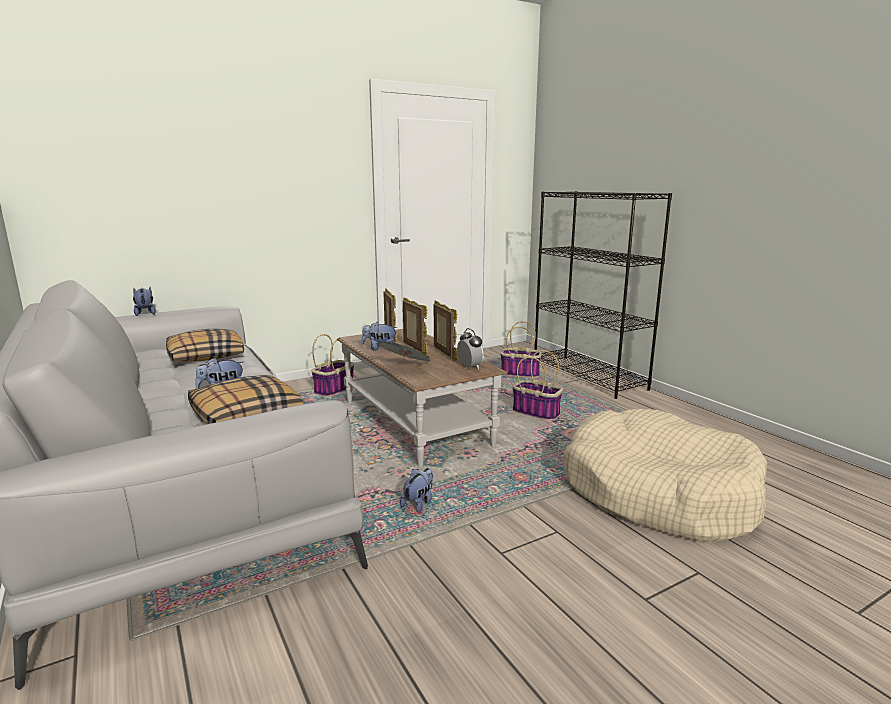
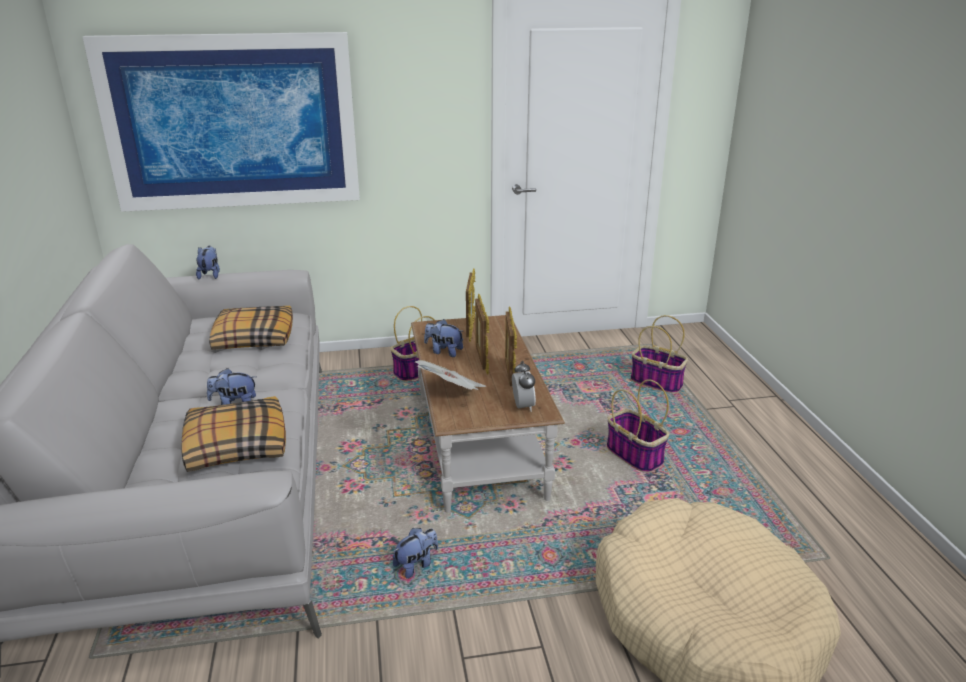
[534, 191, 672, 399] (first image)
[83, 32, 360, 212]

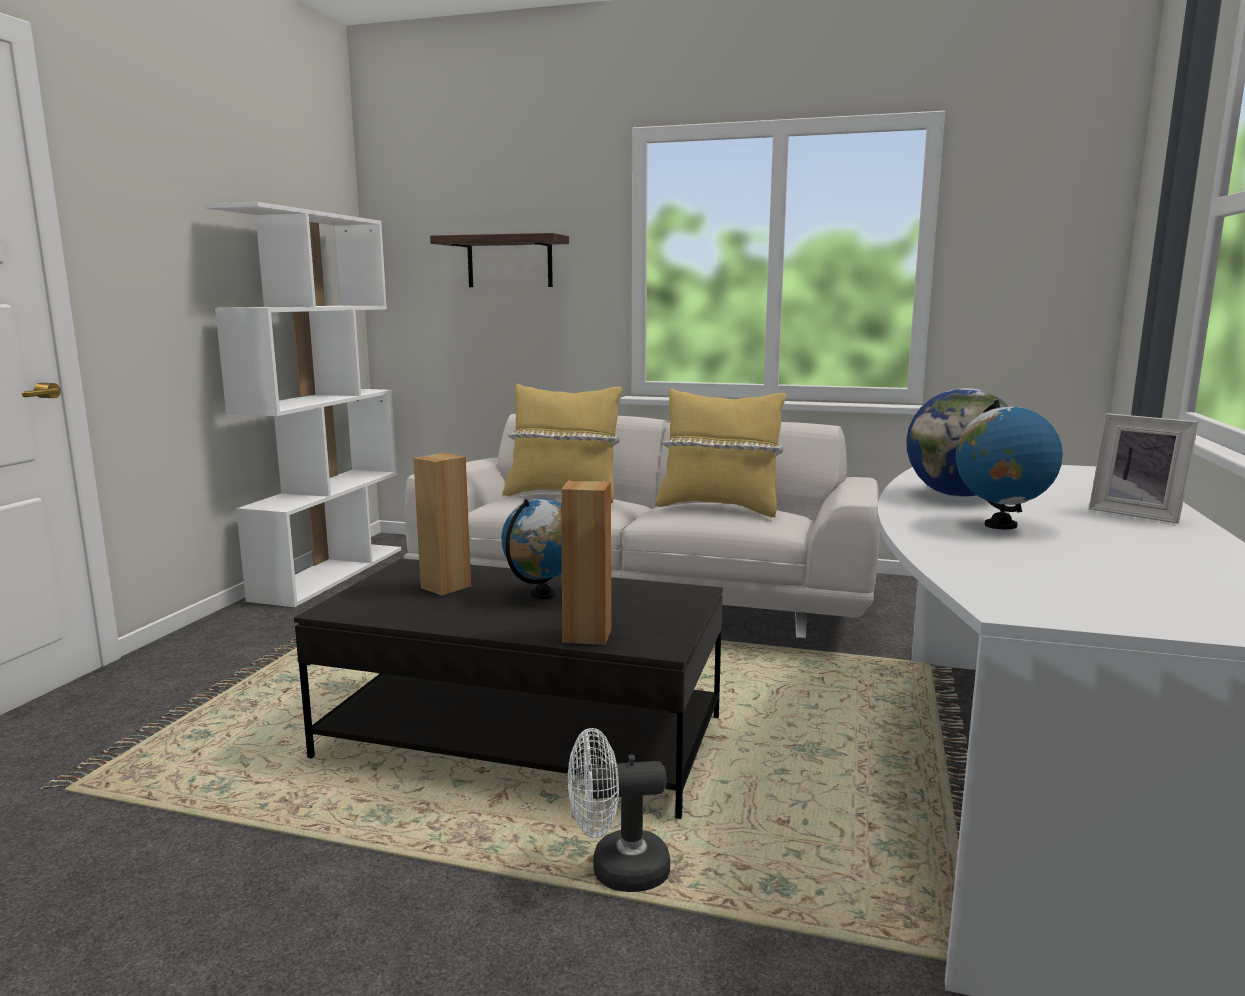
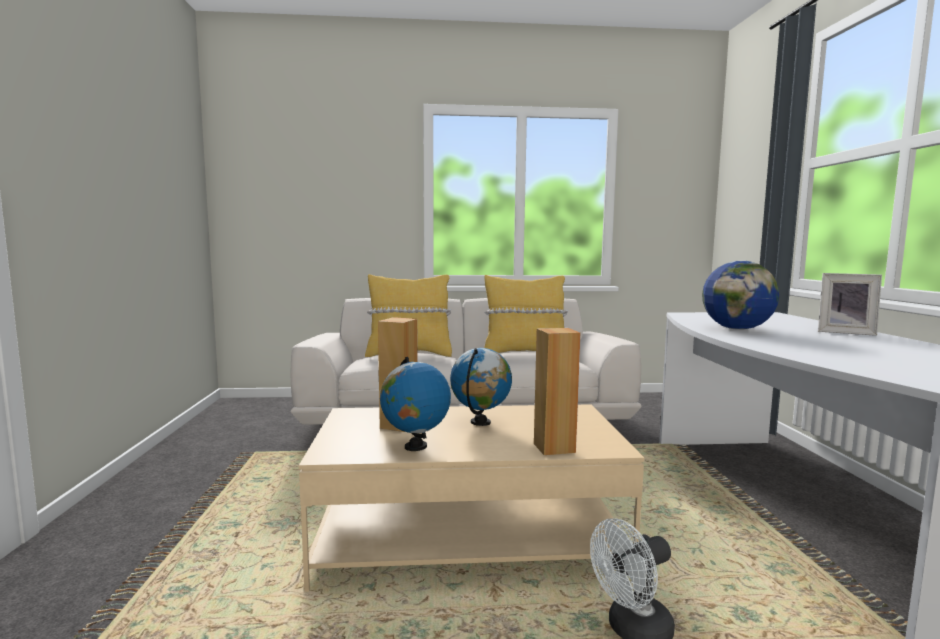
[204, 202, 401, 607] (first image)
[299, 404, 644, 592]
[430, 233, 569, 287] (first image)
[380, 357, 451, 451]

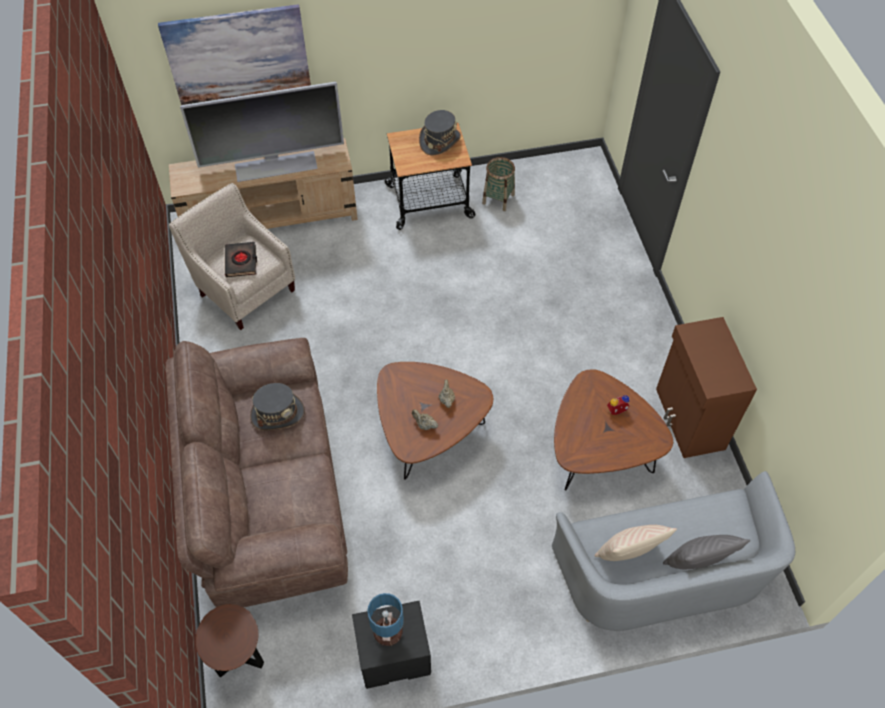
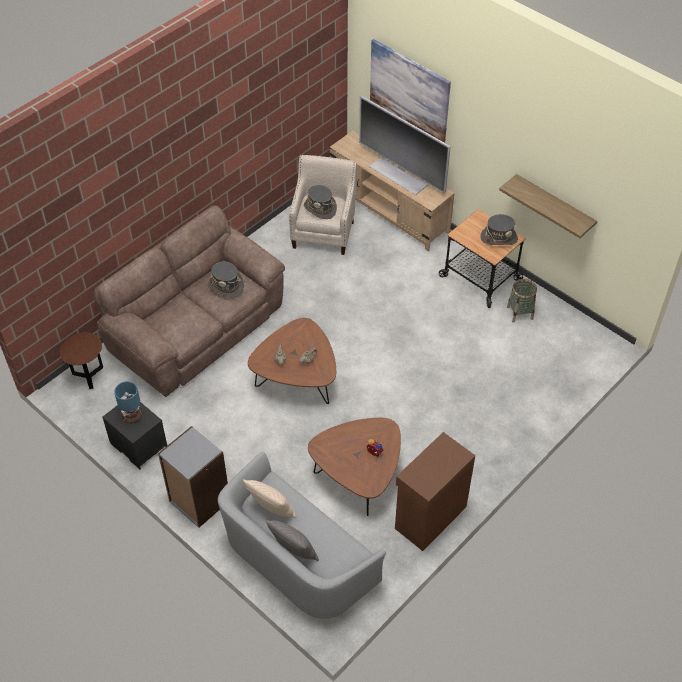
[304, 185, 337, 219]
[158, 426, 228, 528]
[499, 174, 597, 238]

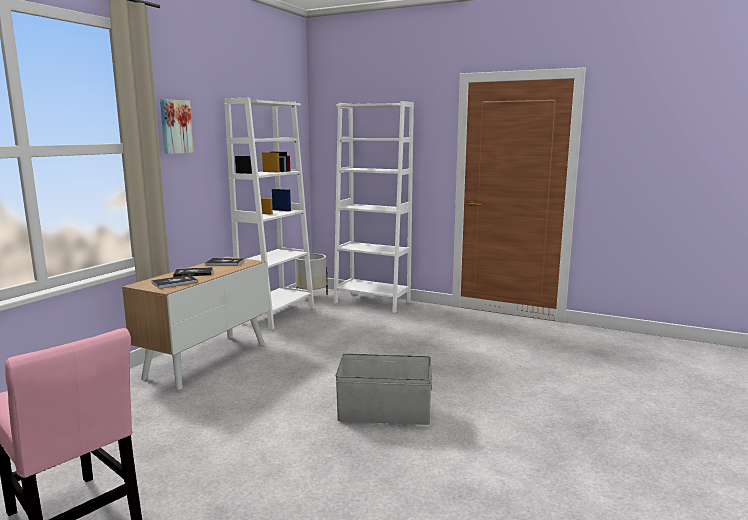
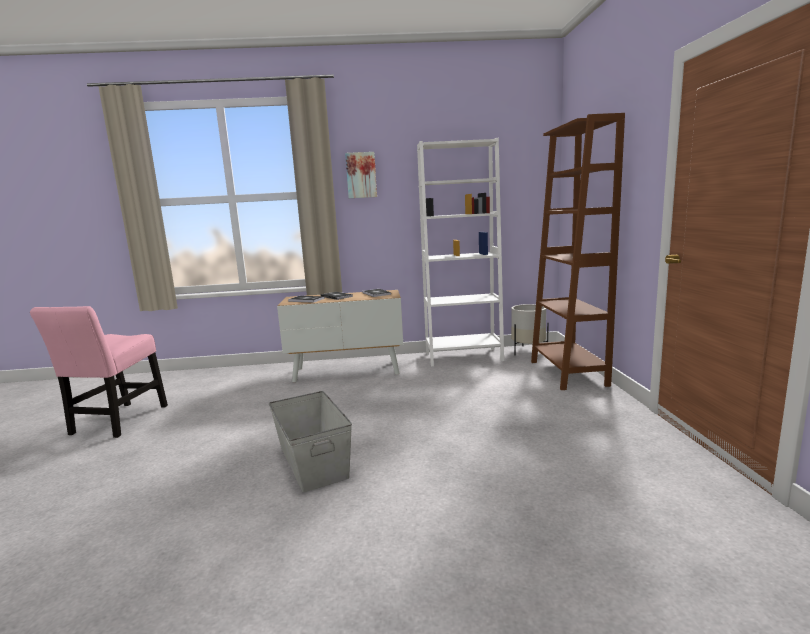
[531, 113, 625, 390]

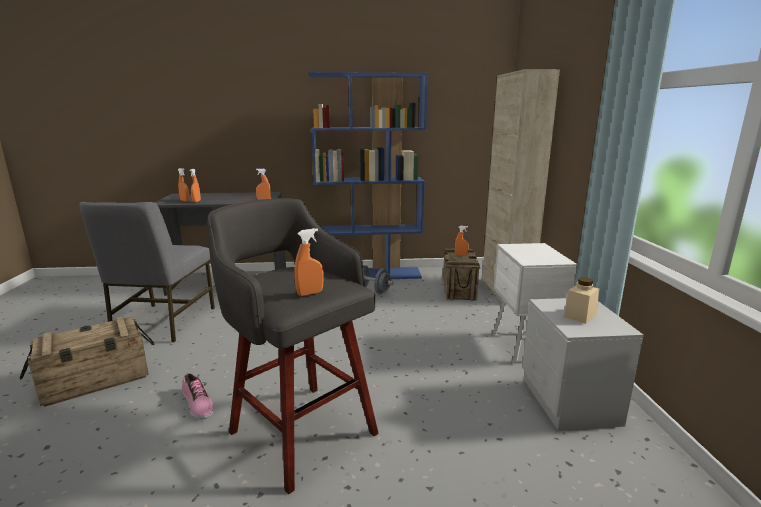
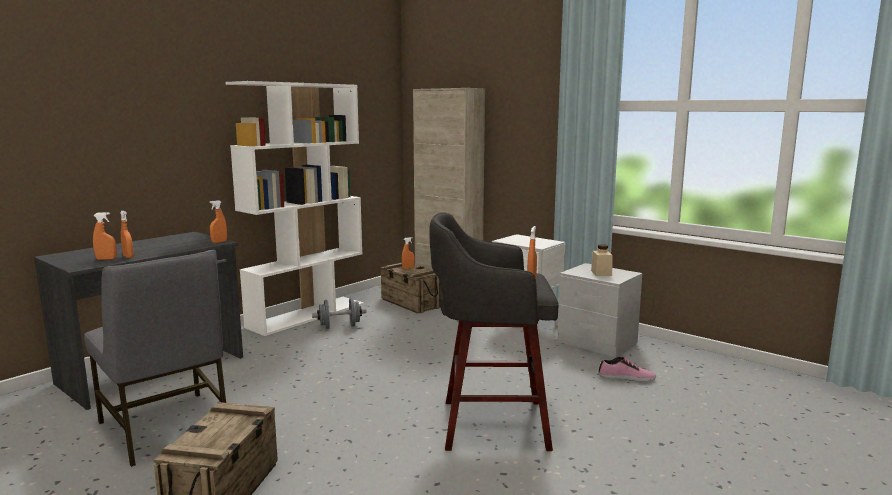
[598, 357, 656, 382]
[226, 81, 364, 336]

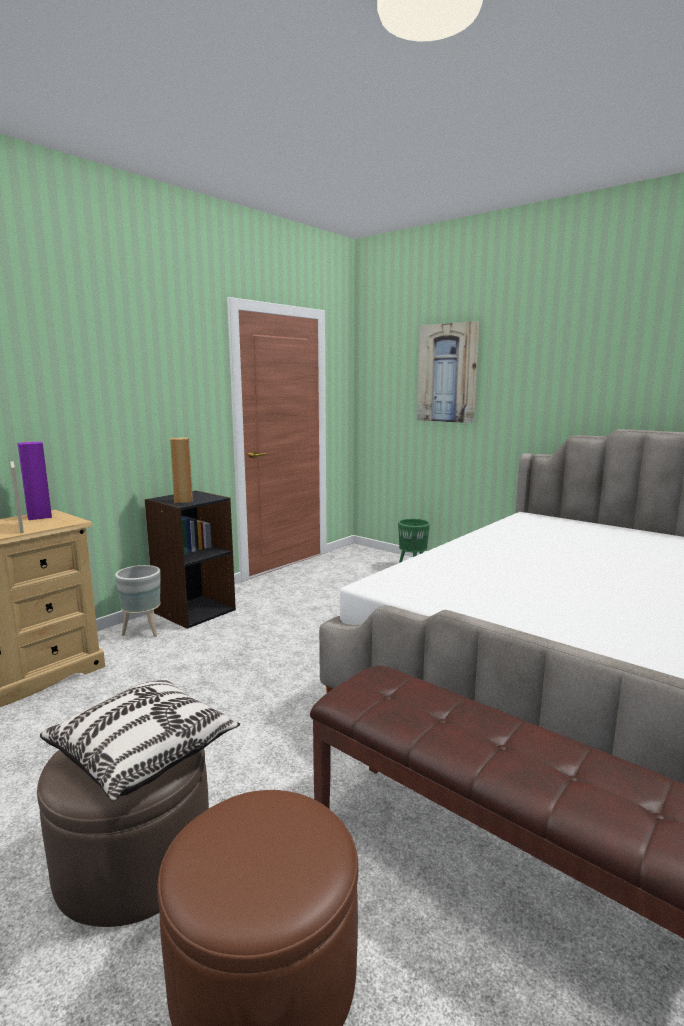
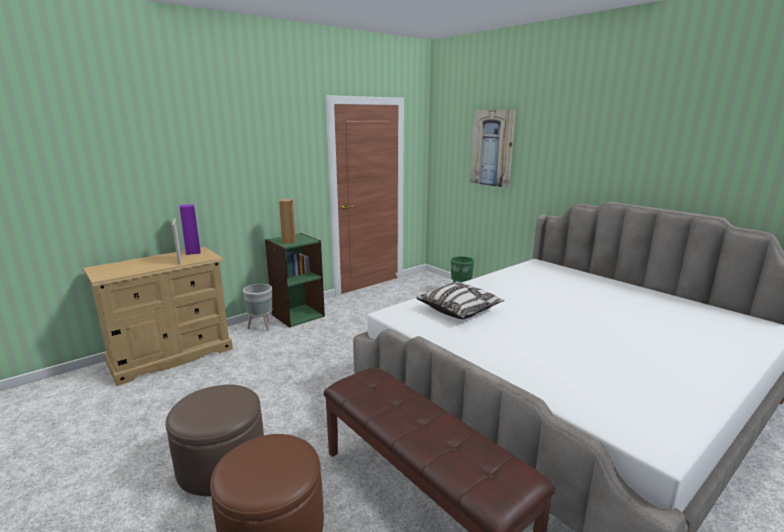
[417, 282, 504, 319]
[265, 233, 325, 328]

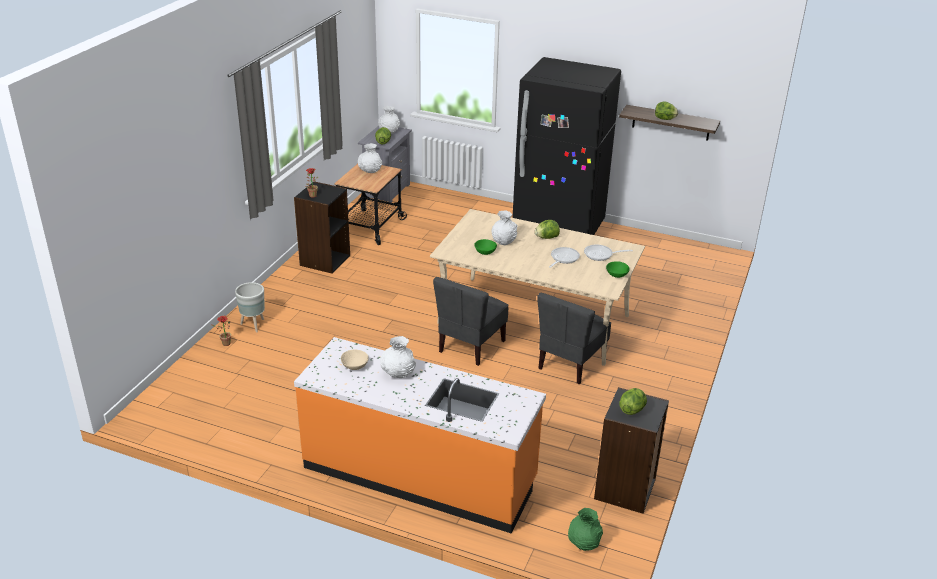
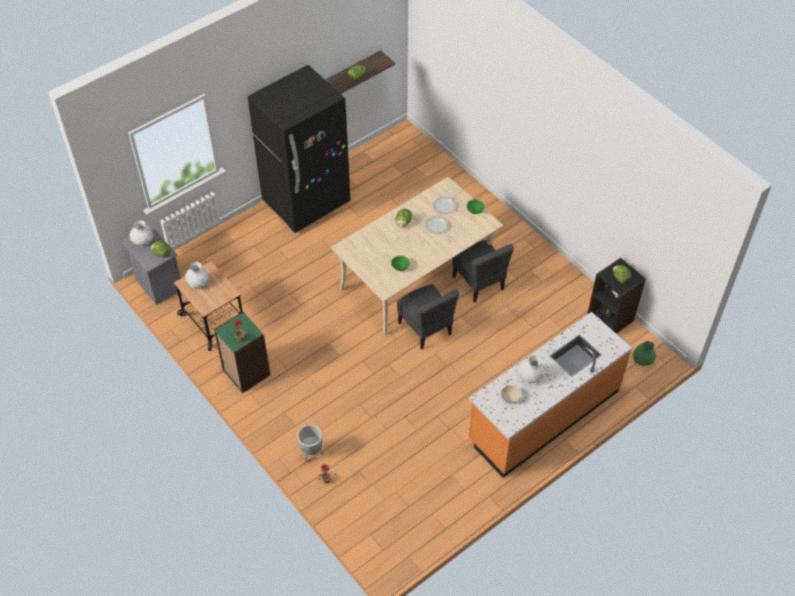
[214, 312, 270, 393]
[492, 210, 518, 246] (first image)

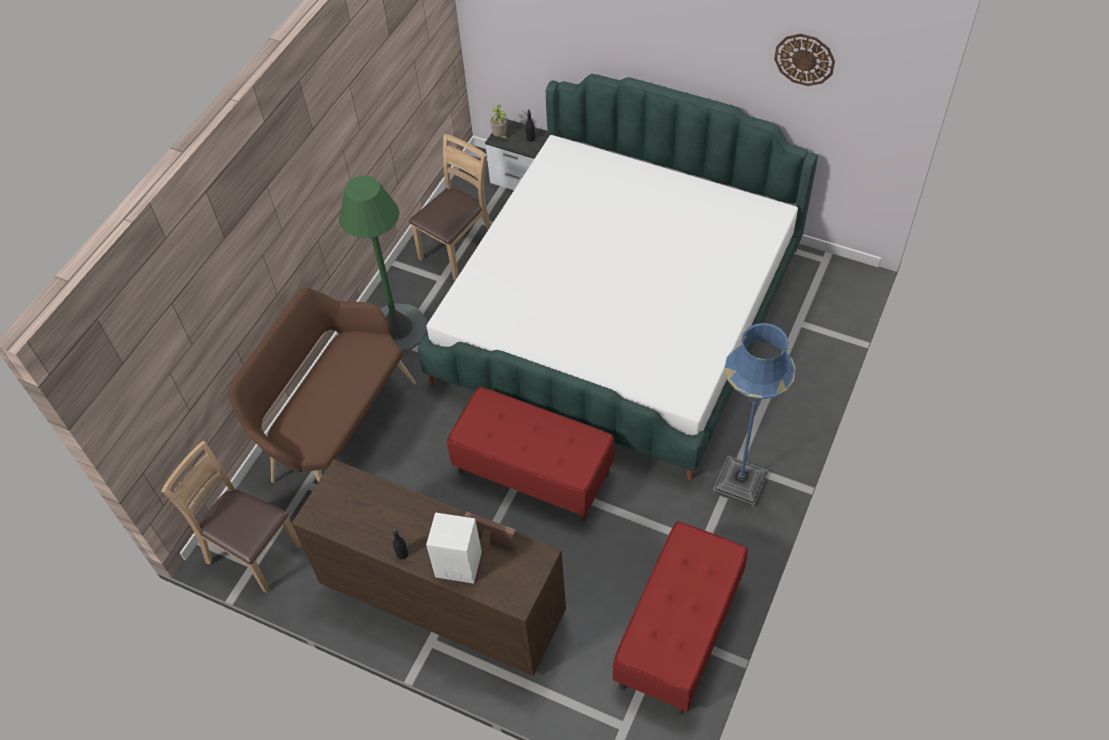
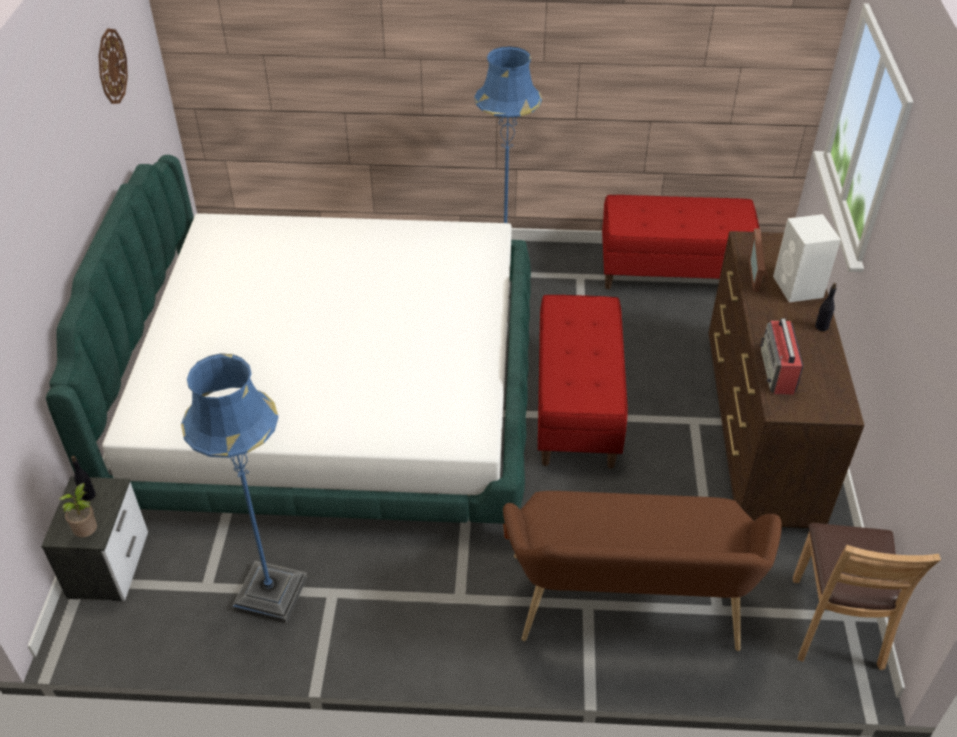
[339, 176, 427, 352] (first image)
[181, 354, 307, 624]
[760, 319, 804, 395]

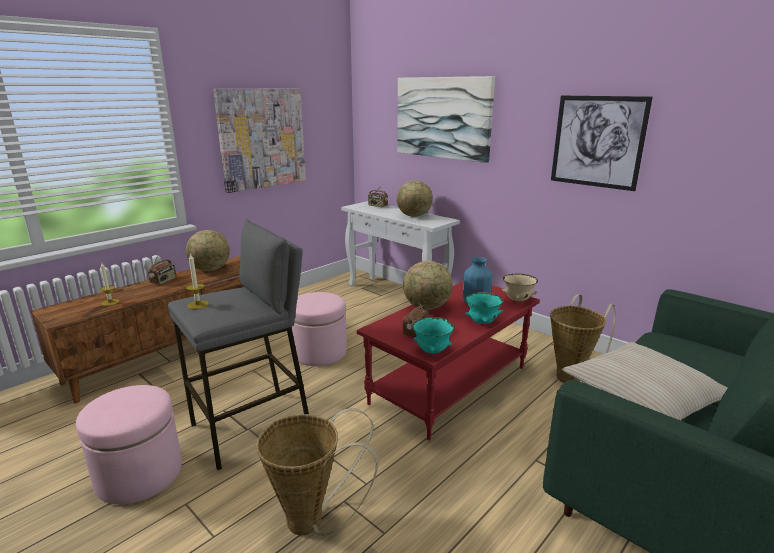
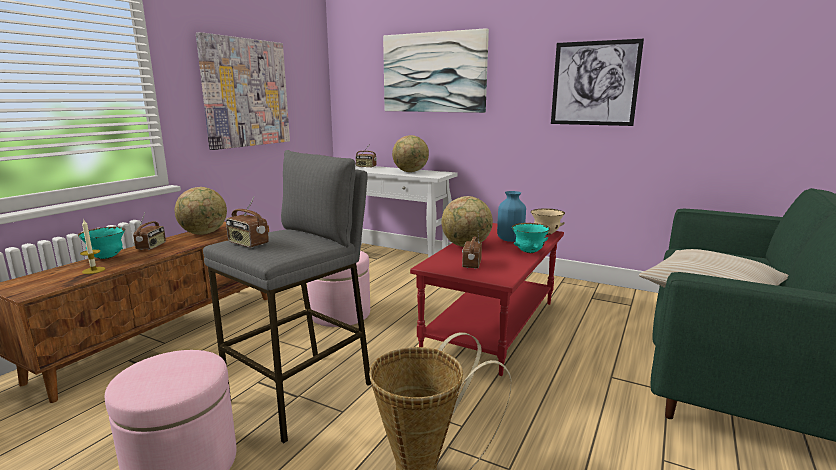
[226, 196, 269, 248]
[78, 226, 125, 259]
[550, 294, 616, 383] (first image)

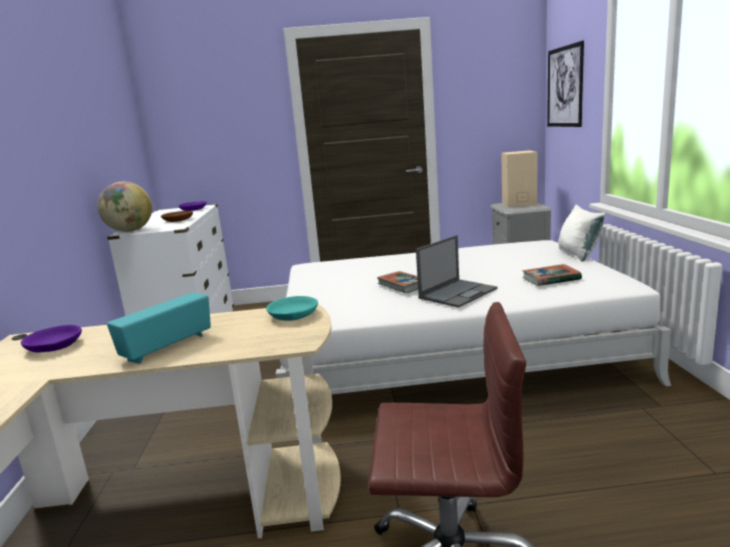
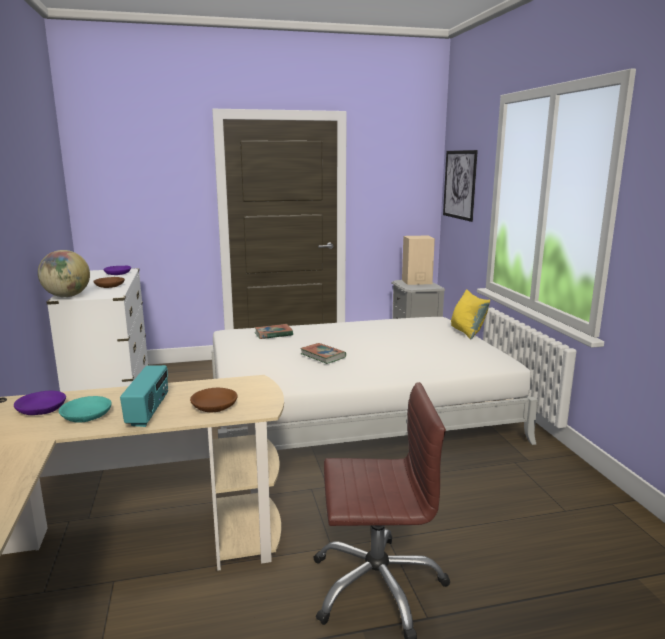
[120, 365, 168, 427]
[59, 396, 112, 422]
[416, 235, 498, 308] (first image)
[255, 324, 293, 339]
[451, 289, 490, 339]
[190, 388, 237, 413]

